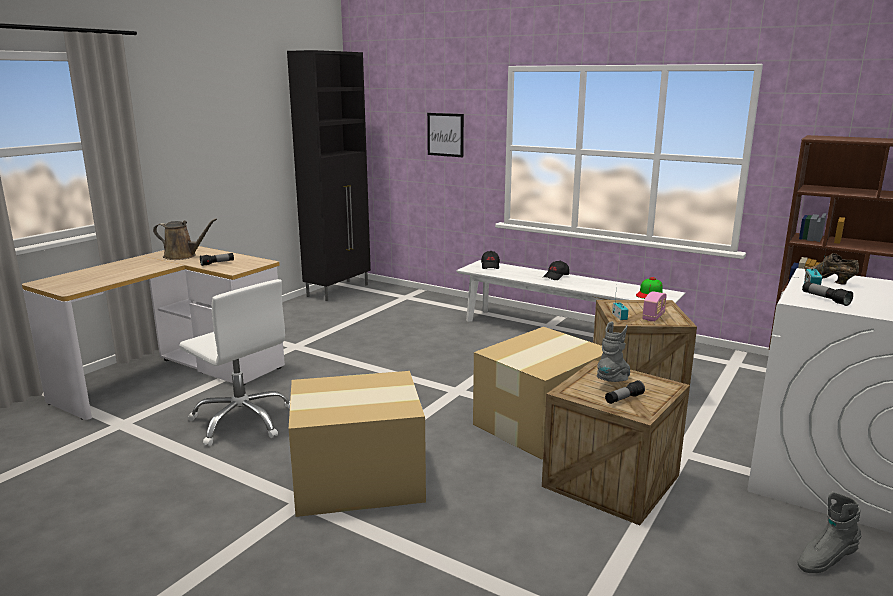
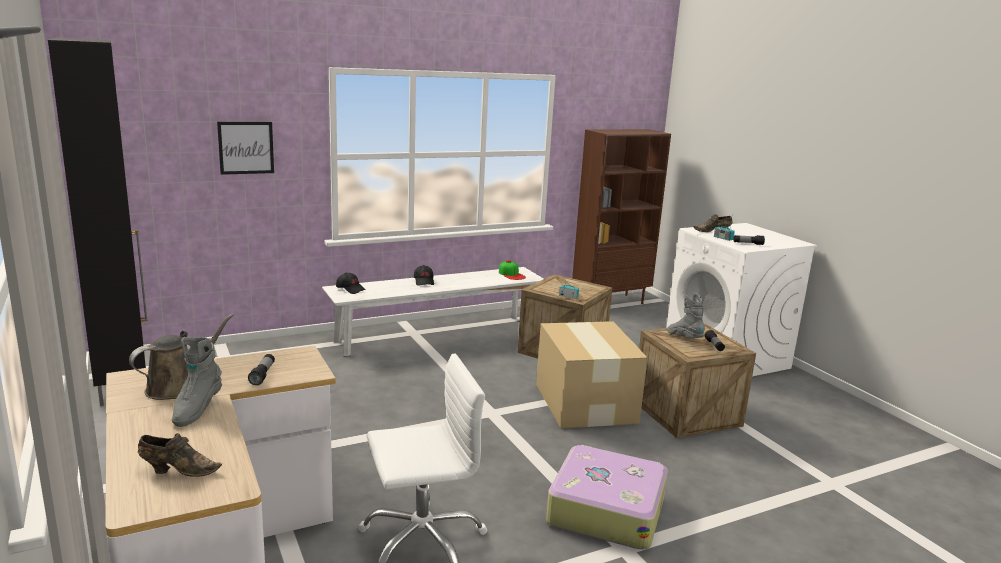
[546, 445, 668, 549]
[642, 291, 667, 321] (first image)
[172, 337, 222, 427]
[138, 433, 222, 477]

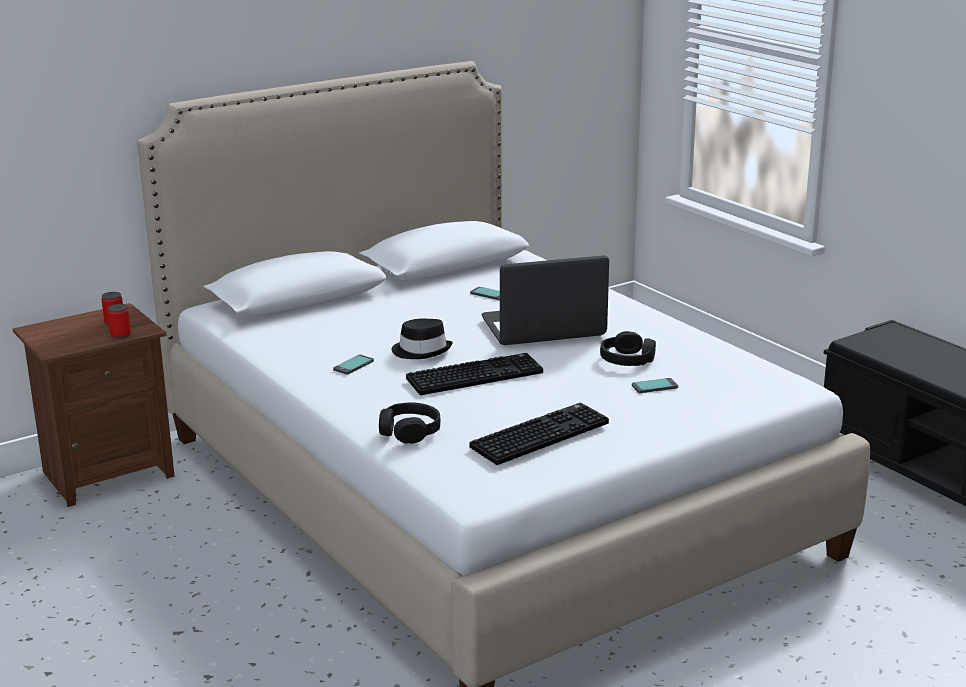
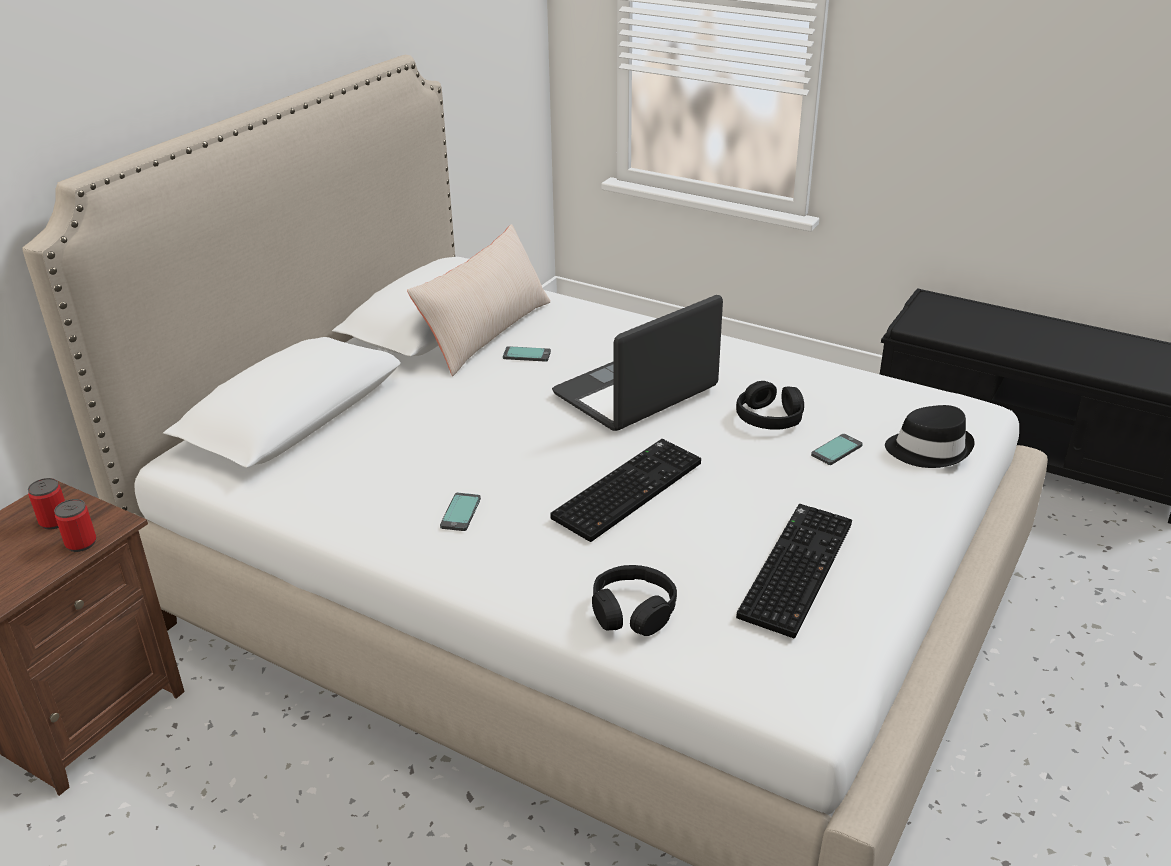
[885, 405, 975, 468]
[407, 224, 550, 376]

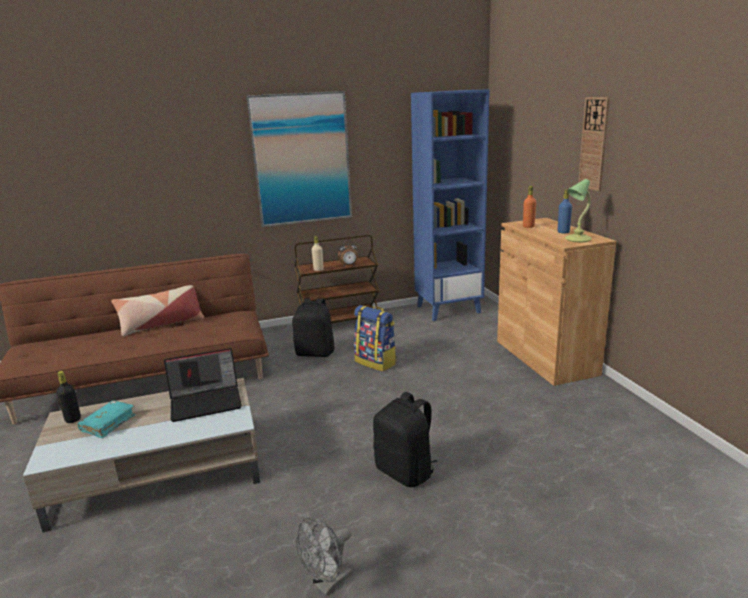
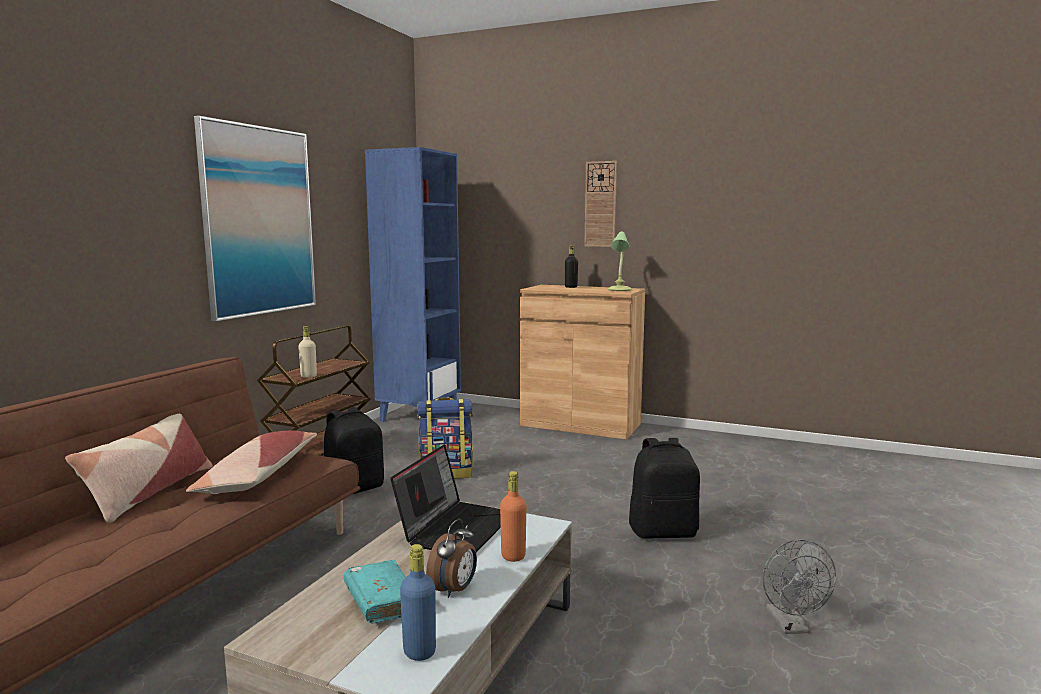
[565, 245, 578, 288]
[426, 519, 477, 598]
[500, 471, 526, 562]
[400, 544, 436, 661]
[186, 431, 317, 494]

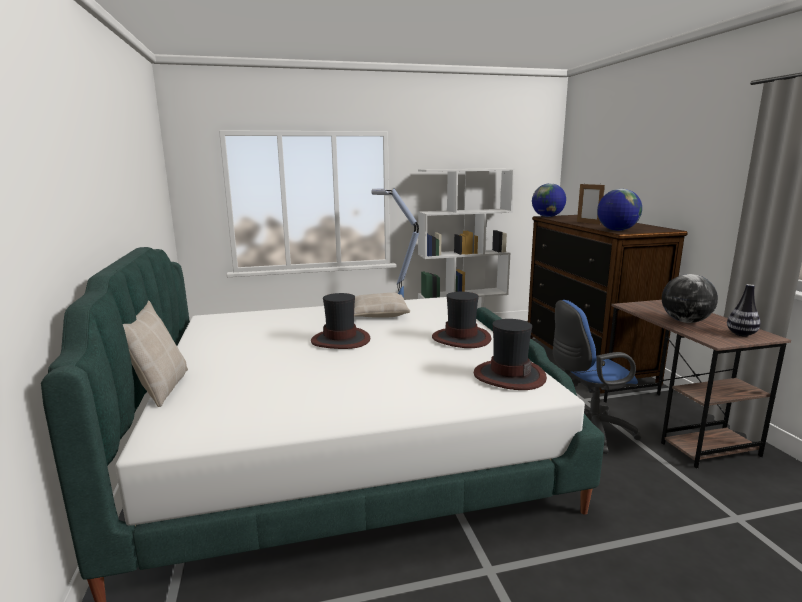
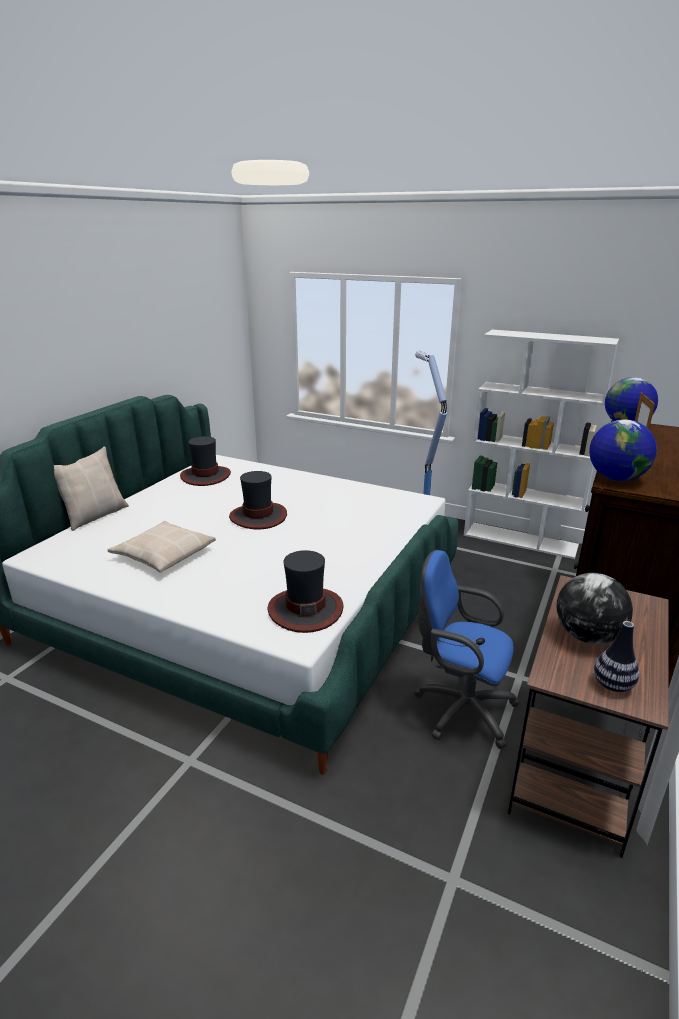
[108, 521, 216, 572]
[180, 436, 231, 486]

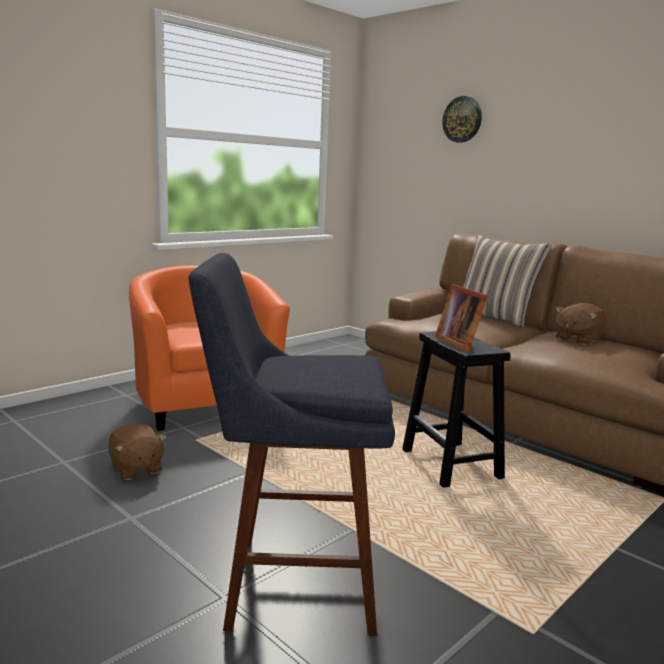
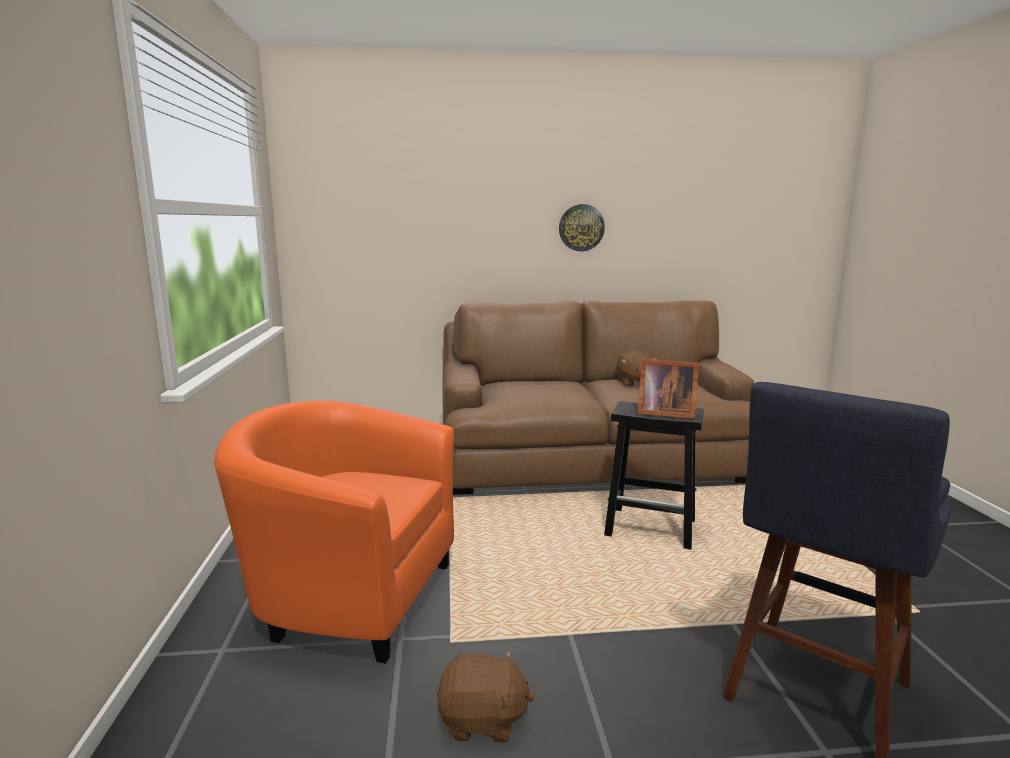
[559, 204, 605, 251]
[463, 235, 552, 327] (first image)

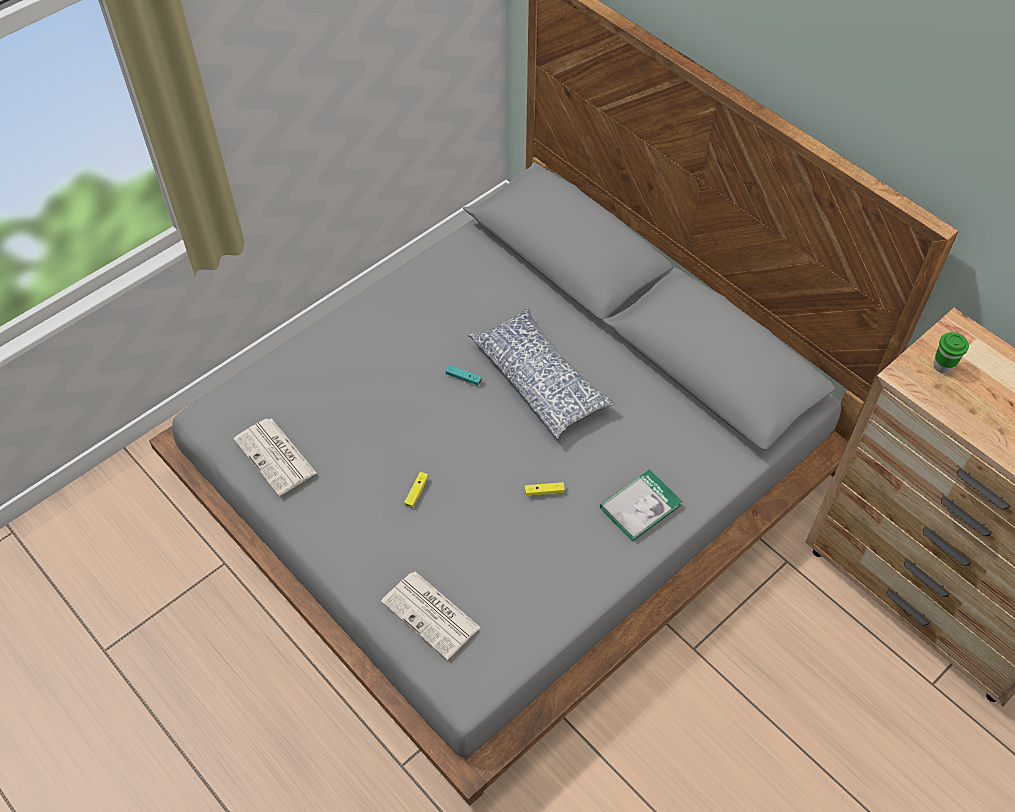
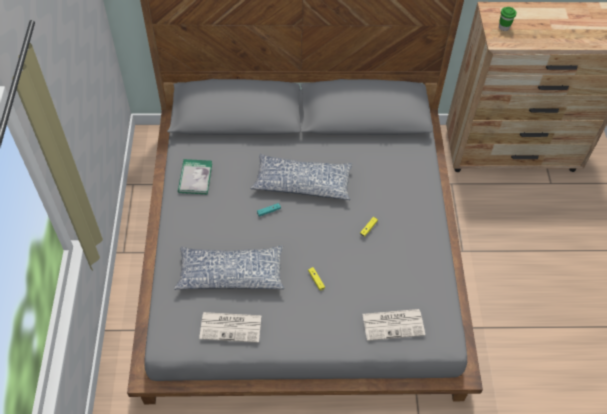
[178, 159, 212, 194]
[174, 246, 285, 290]

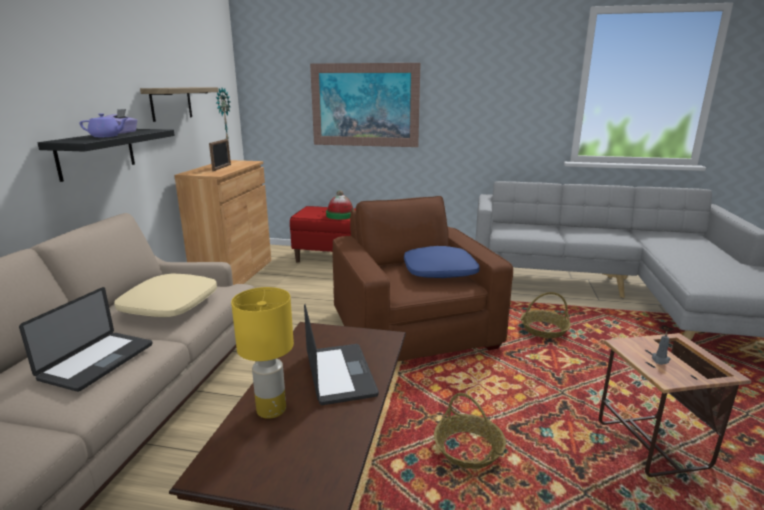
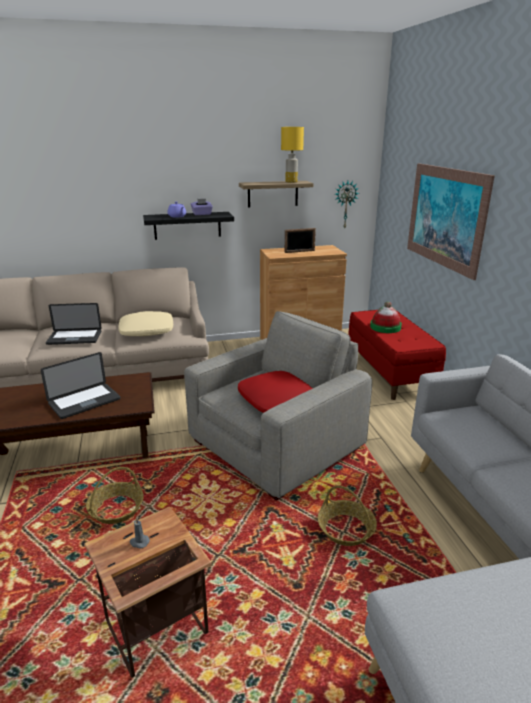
[281, 127, 304, 183]
[184, 311, 372, 501]
[238, 371, 313, 413]

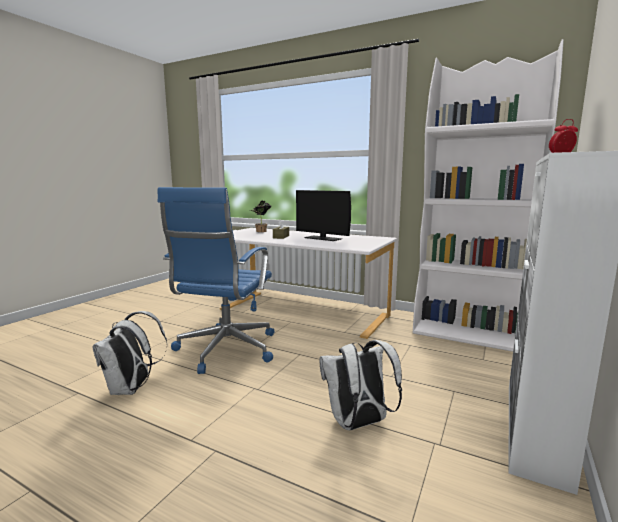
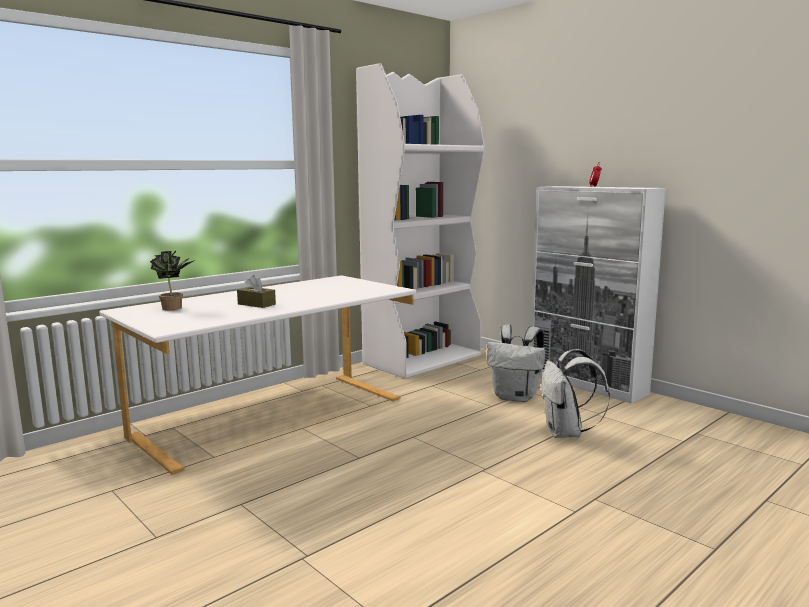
[487, 324, 546, 402]
[158, 187, 274, 374] (first image)
[296, 190, 351, 241] (first image)

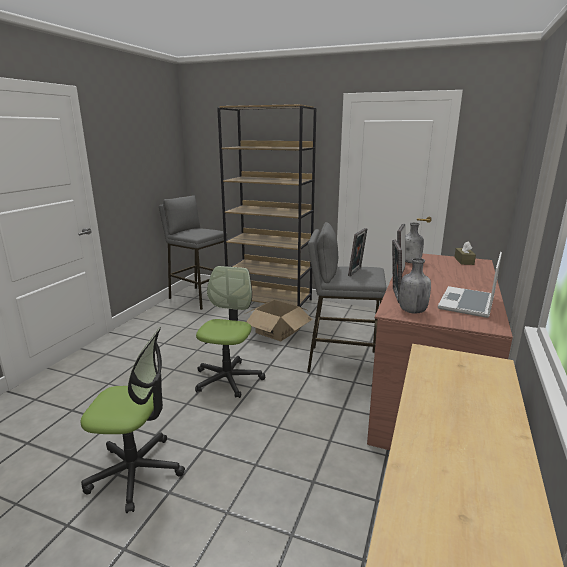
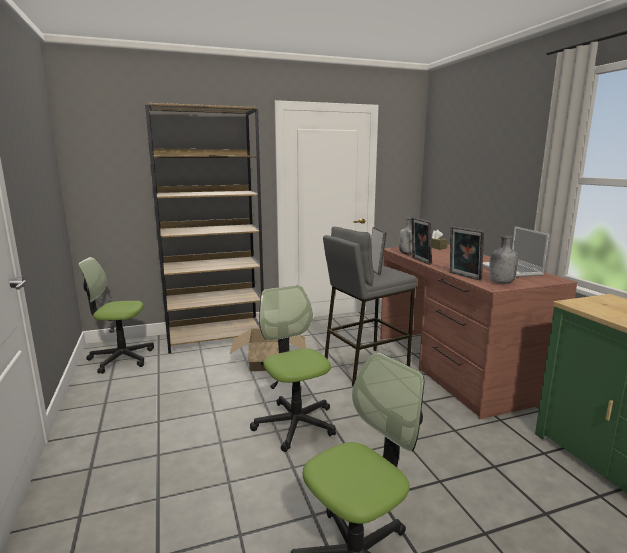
[78, 257, 154, 374]

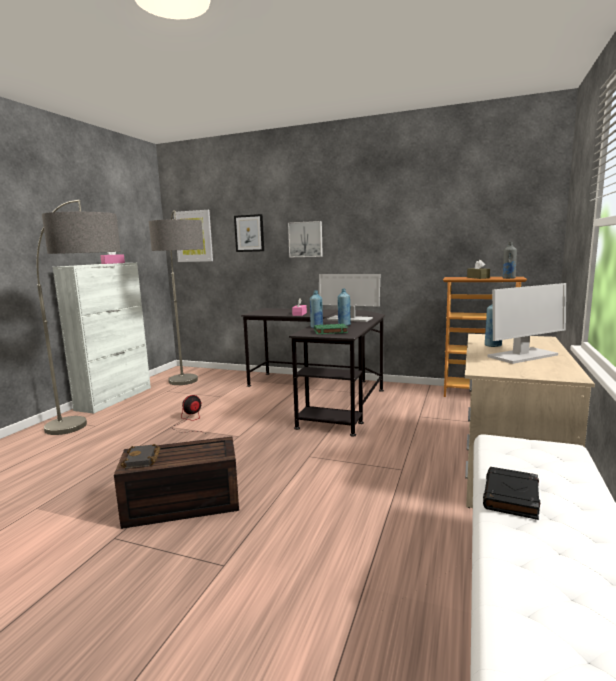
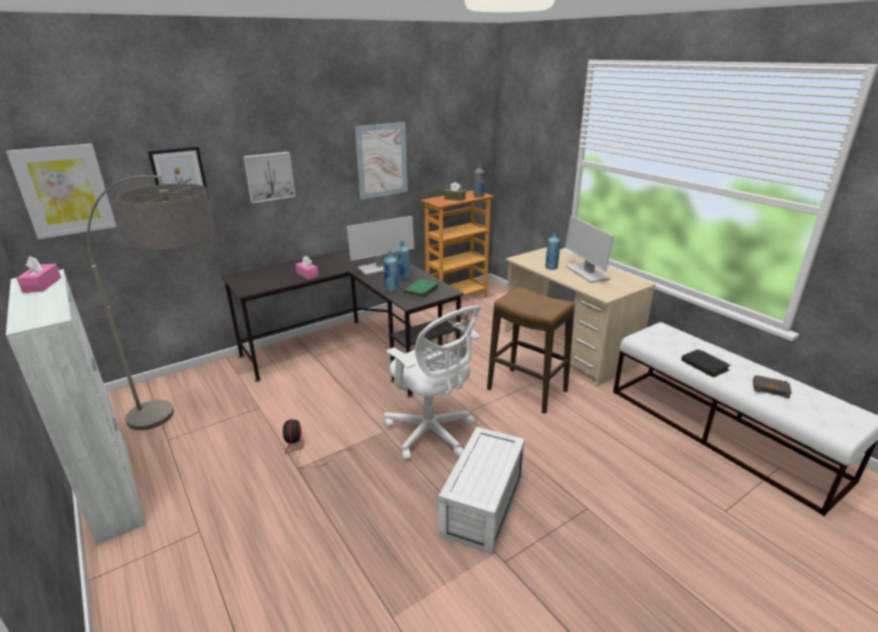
[37, 200, 121, 435] (first image)
[439, 427, 525, 555]
[753, 375, 792, 399]
[565, 216, 614, 283]
[355, 122, 408, 200]
[384, 306, 481, 460]
[487, 287, 575, 414]

